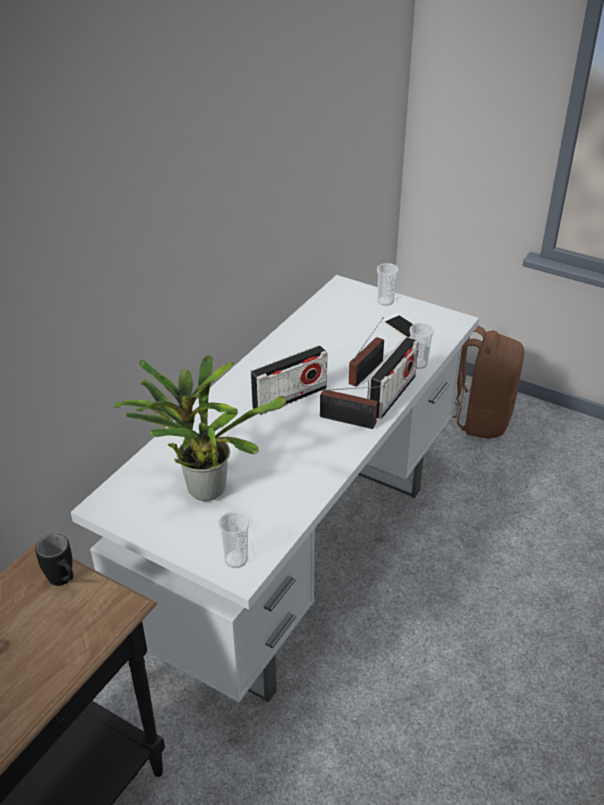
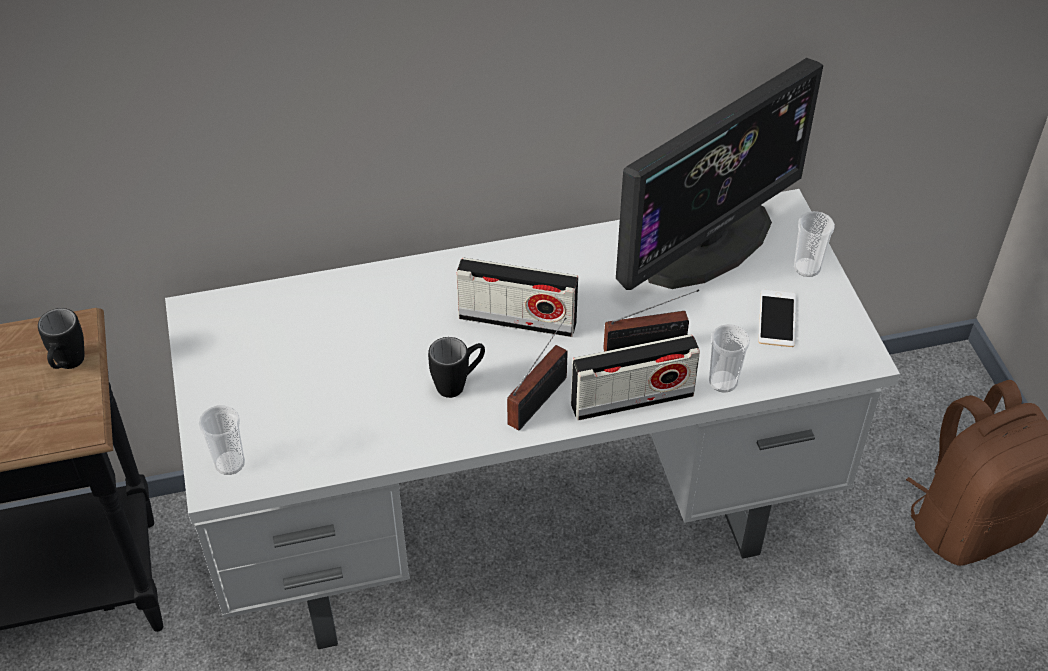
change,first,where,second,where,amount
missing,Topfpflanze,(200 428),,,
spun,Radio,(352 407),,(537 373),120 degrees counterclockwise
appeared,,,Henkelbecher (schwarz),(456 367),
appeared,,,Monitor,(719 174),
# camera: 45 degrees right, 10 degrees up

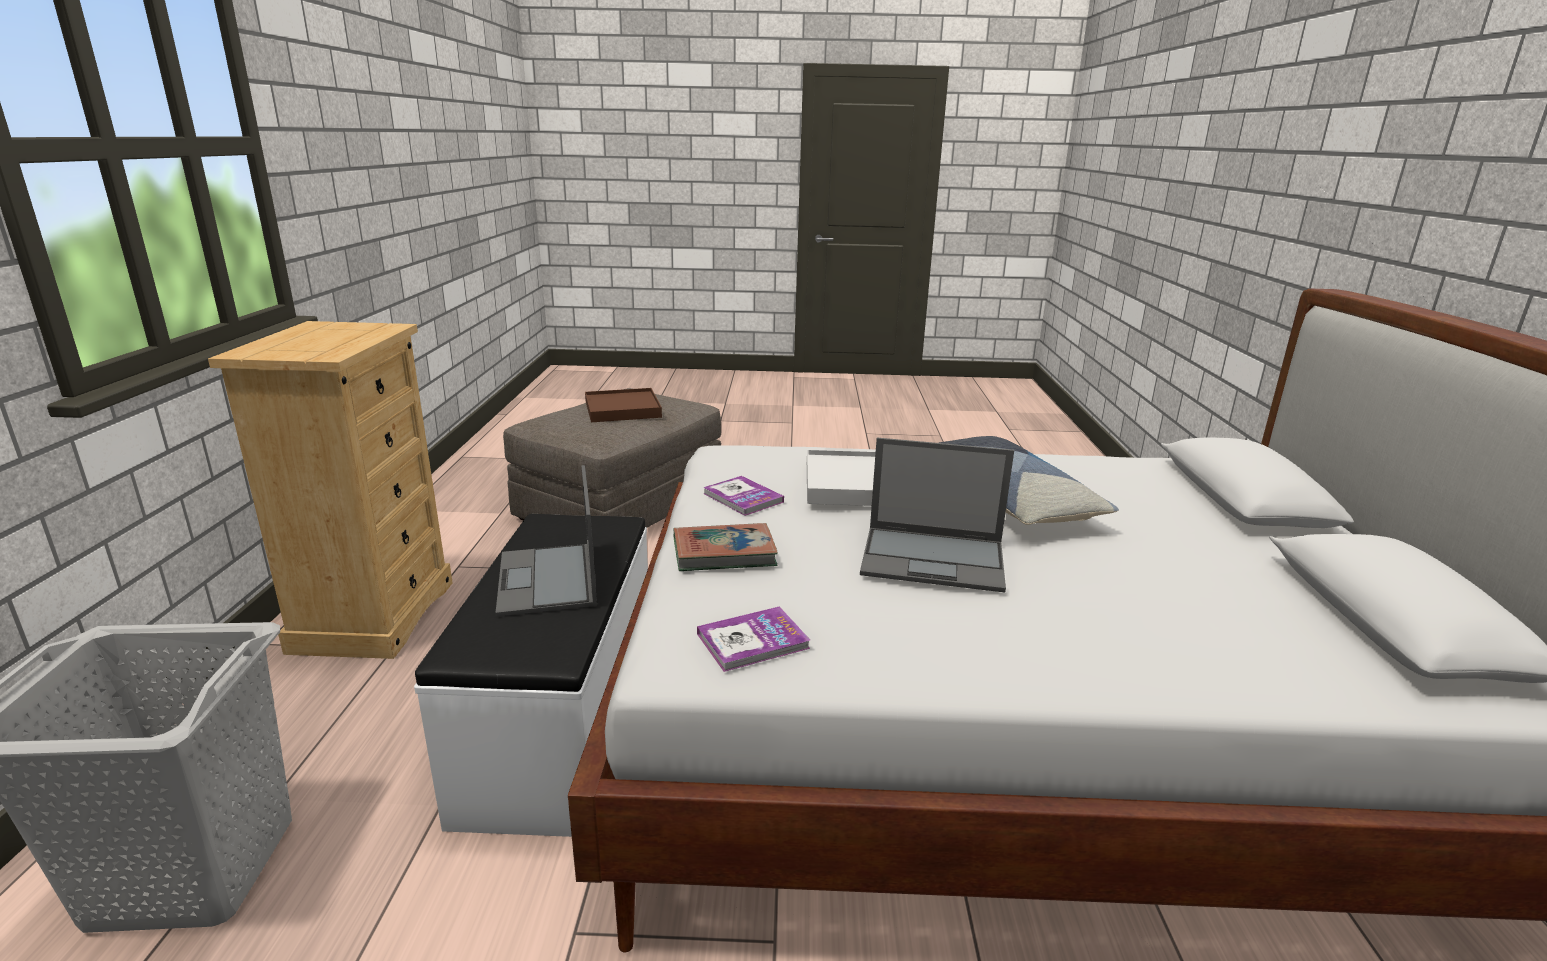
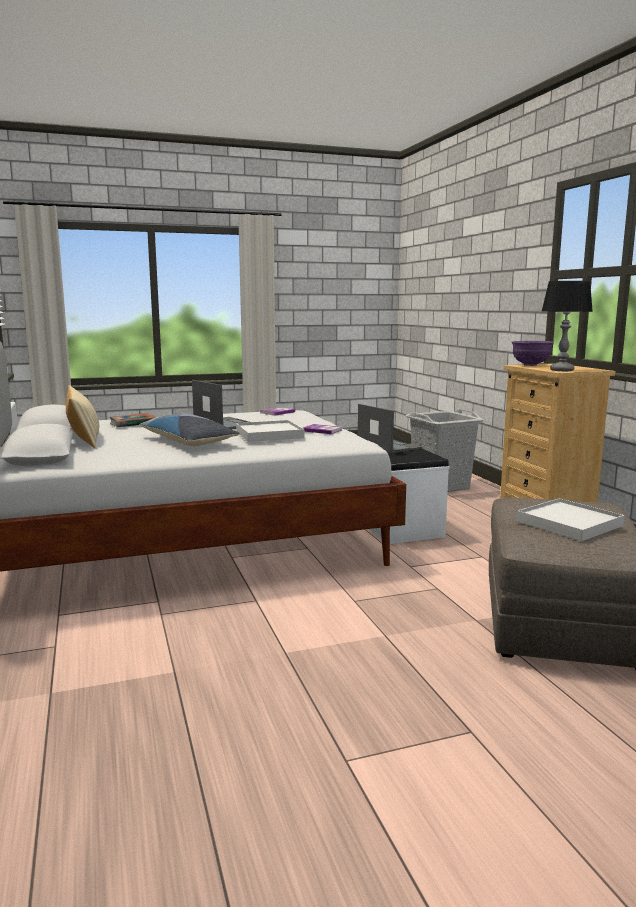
change,first,where,second,where,amount
colour,Tablett (braun),(623 405),Tablett (weiß),(570 519),
relocated,Buch,(725 547),,(133 420),
spun,Laptop,(937 515),,(220 405),60 degrees clockwise
appeared,,,Kissen (beige),(82 416),
appeared,,,Schüssel (lila),(533 353),
appeared,,,Tischlampe,(567 326),
# camera: 160 degrees right, 10 degrees down

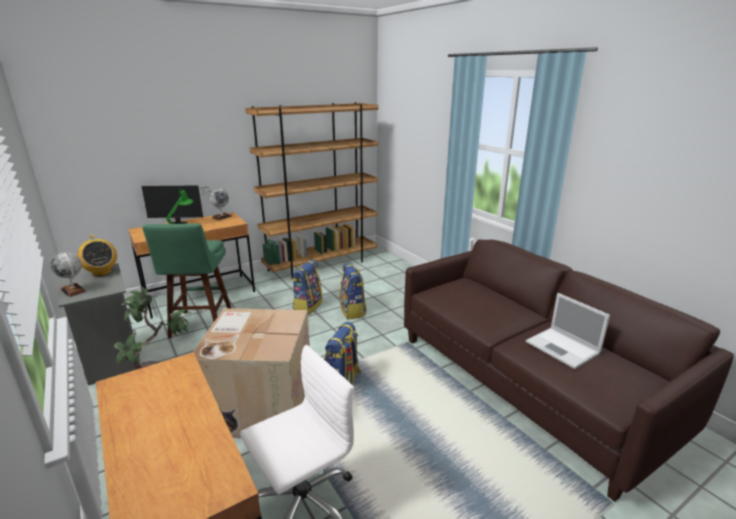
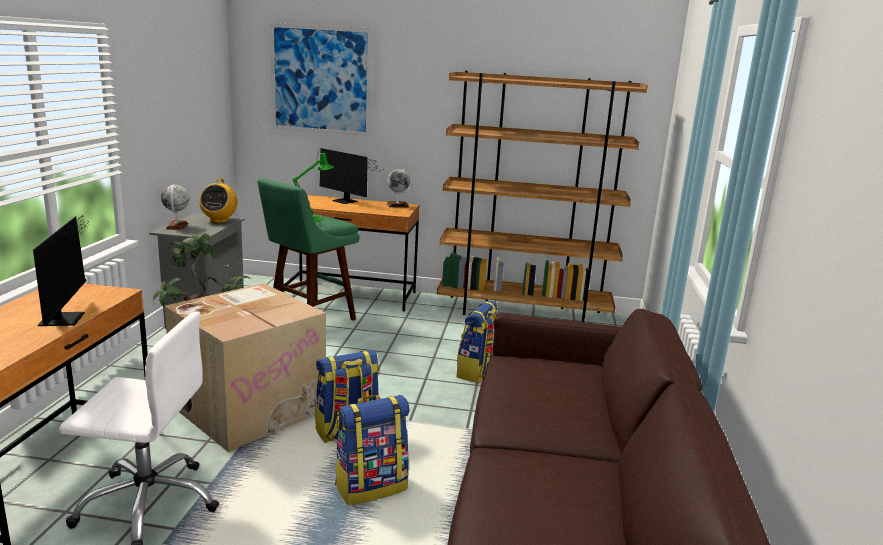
change,first,where,second,where,amount
relocated,Rucksack,(307 287),,(372 450),
missing,Laptop,(568 331),,,
appeared,,,Monitor,(61 270),
appeared,,,Bild,(321 79),
# camera: 40 degrees right, 5 degrees down

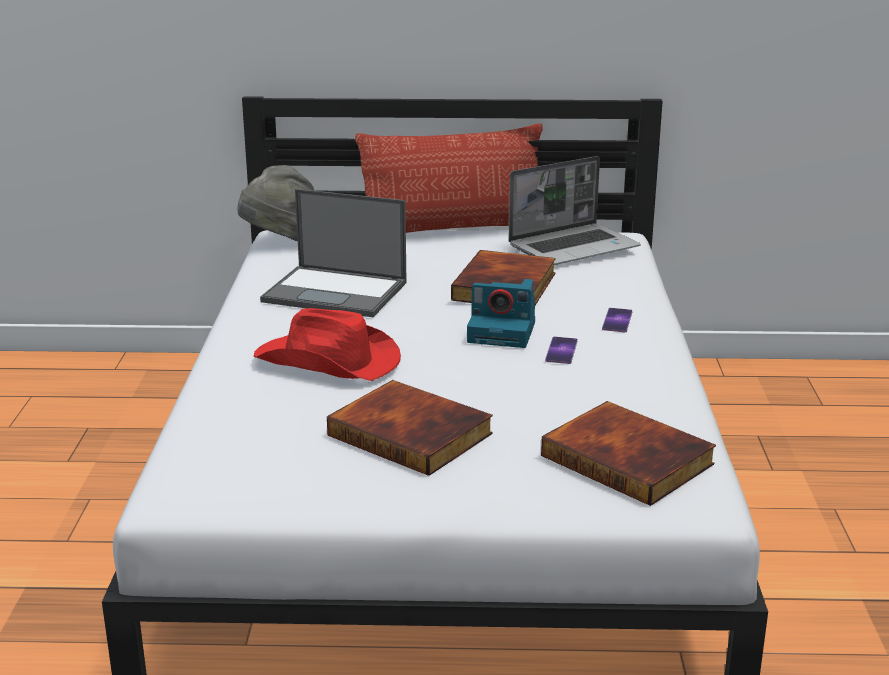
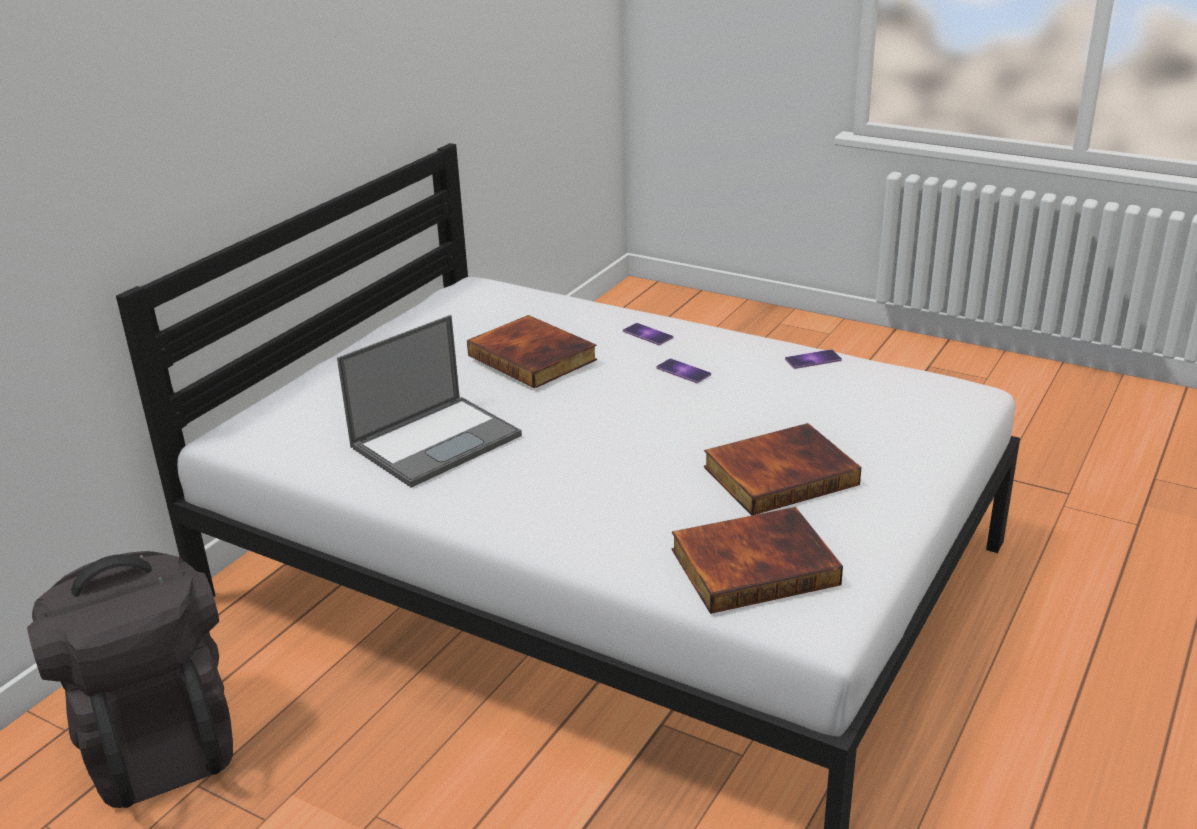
change,first,where,second,where,amount
missing,Hut (grau),(275 203),,,
missing,Hut (rot),(327 344),,,
missing,Kissen,(449 178),,,
missing,Kamera,(501 313),,,
missing,Laptop,(574 210),,,
relocated,Buch,(628 453),,(757 560),
appeared,,,Rucksack (schwarz),(130 679),
appeared,,,Handy,(813 359),
# camera: 60 degrees left, 5 degrees up

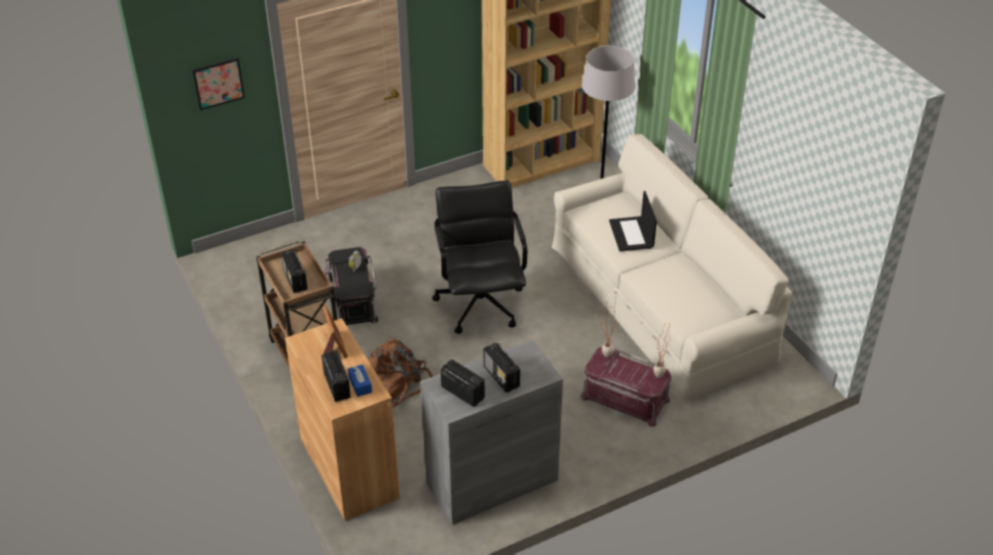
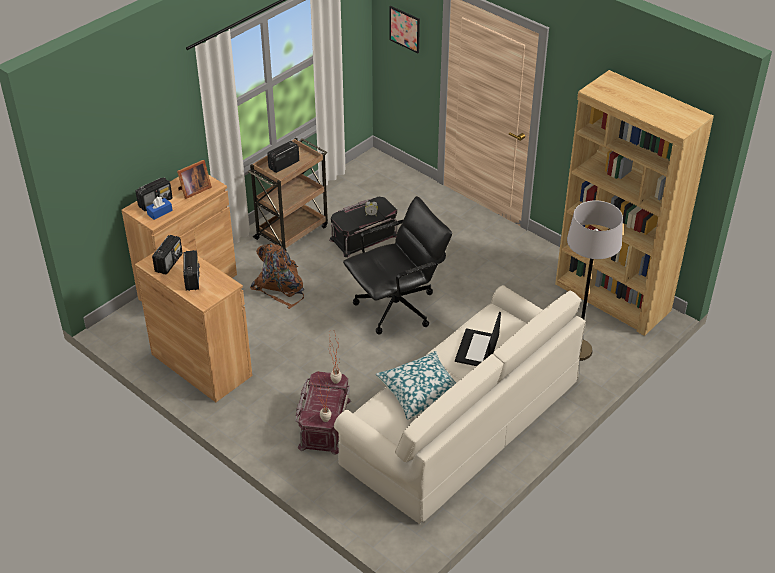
change,first,where,second,where,amount
colour,Schrank (grau),(492 432),Schrank (braun),(193 323),
spun,Radio,(502 368),,(191 270),135 degrees clockwise
spun,Laptop,(633 221),,(478 339),45 degrees counterclockwise
appeared,,,Kissen,(416 385),
# camera: 70 degrees right, 0 degrees up

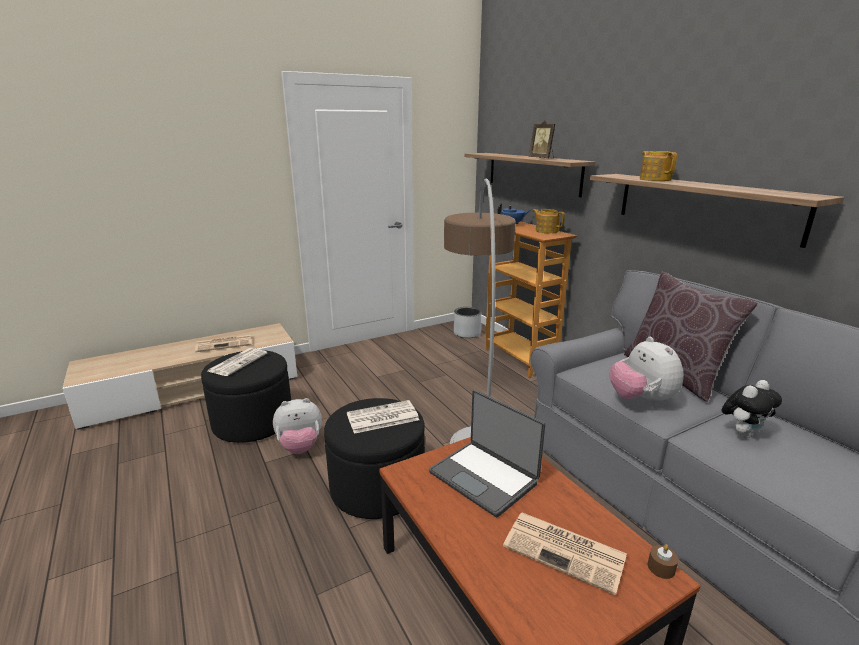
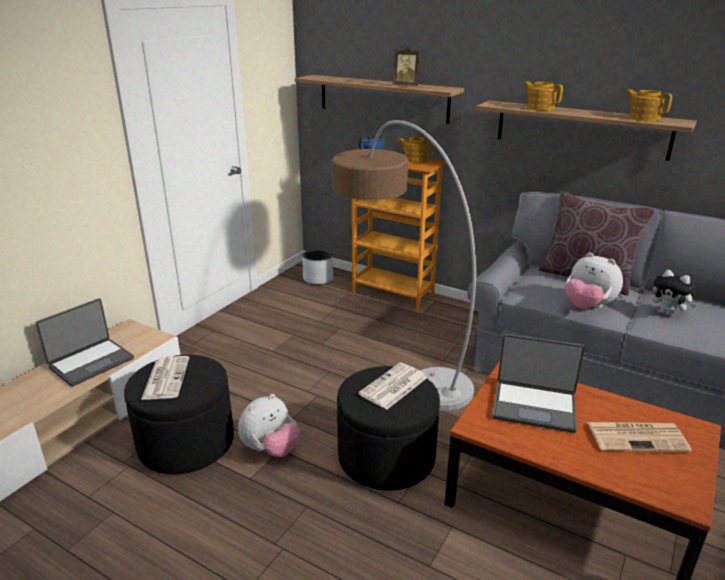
change,first,where,second,where,amount
exchanged,Zeitung,(223 343),Laptop,(85 342),
missing,Kerze (braun),(663 561),,,
spun,Plüschtier,(752 409),,(674 293),105 degrees clockwise
appeared,,,Teekanne,(649 105),
# camera: 30 degrees left, 5 degrees up

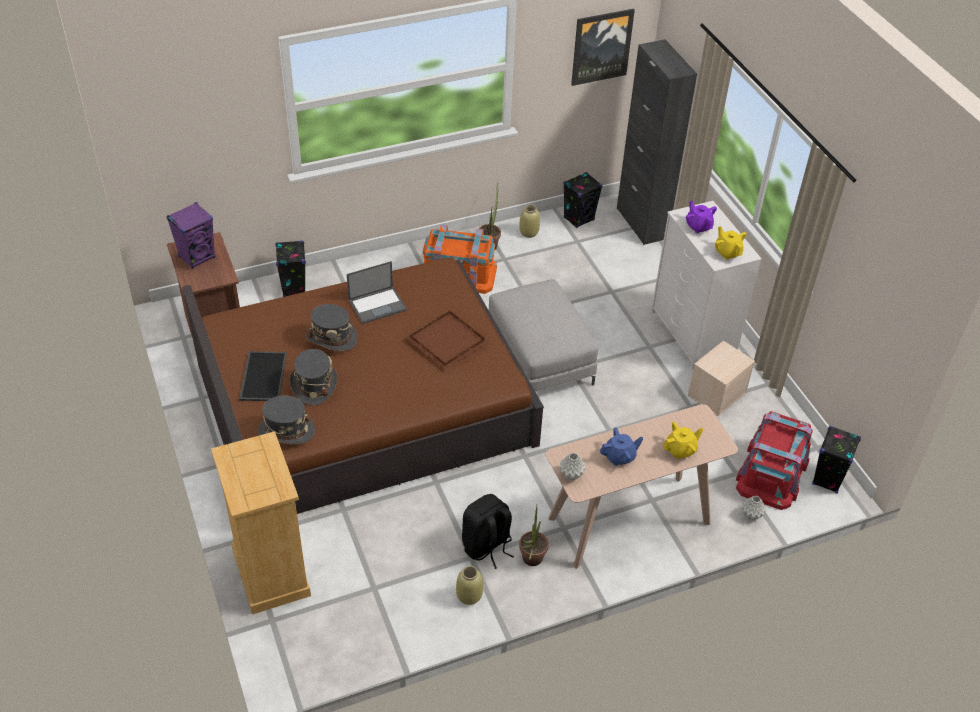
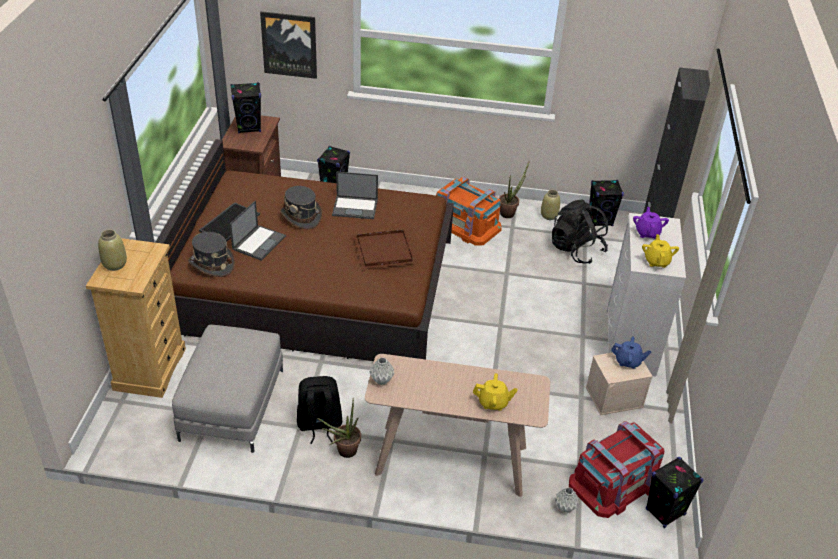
change,first,where,second,where,amount
colour,Lautsprecher (lila),(190 235),Lautsprecher (schwarz),(246 107),
exchanged,Hut (grau),(313 377),Laptop,(258 231),
relocated,Vase (beige),(469 585),,(112 250),
relocated,Polsterhocker (grau),(543 335),,(227 389),
relocated,Bild,(603 47),,(288 45),
relocated,Teekanne (blau),(621 446),,(631 352),
appeared,,,Rucksack (schwarz),(580 231),
# camera: 30 degrees right, 5 degrees down

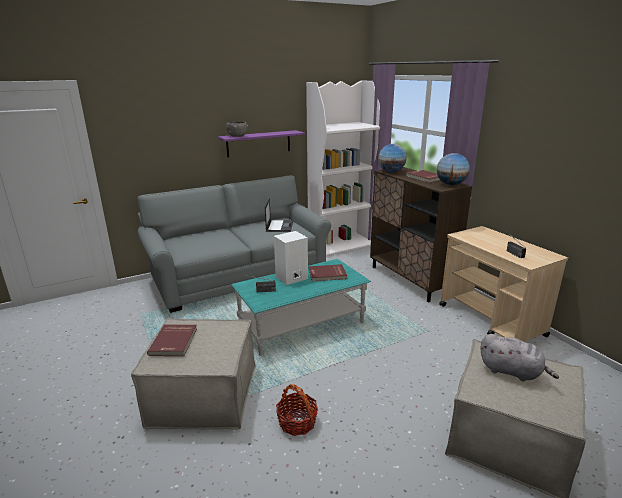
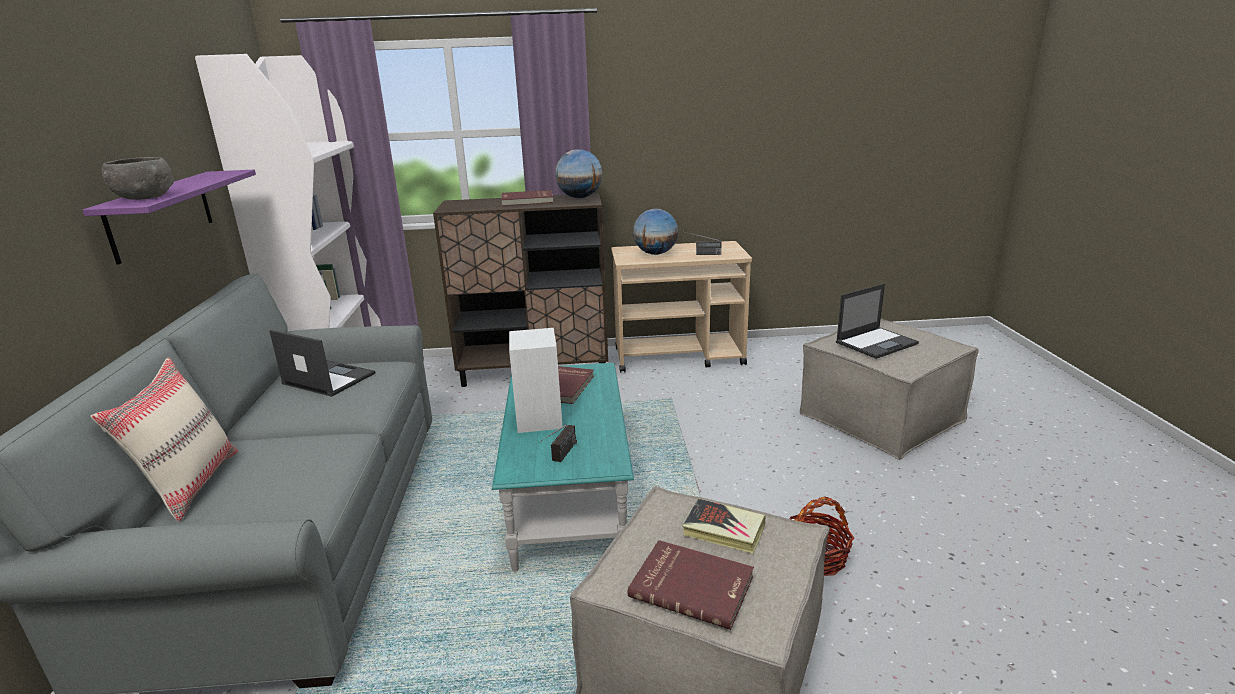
change,first,where,second,where,amount
relocated,Globus,(392 158),,(655 232),
exchanged,Plüschtier (grau),(519 357),Laptop,(877 321),
appeared,,,Kissen (beige),(164 439),
appeared,,,Buch,(724 526),
# camera: 65 degrees left, 0 degrees up

